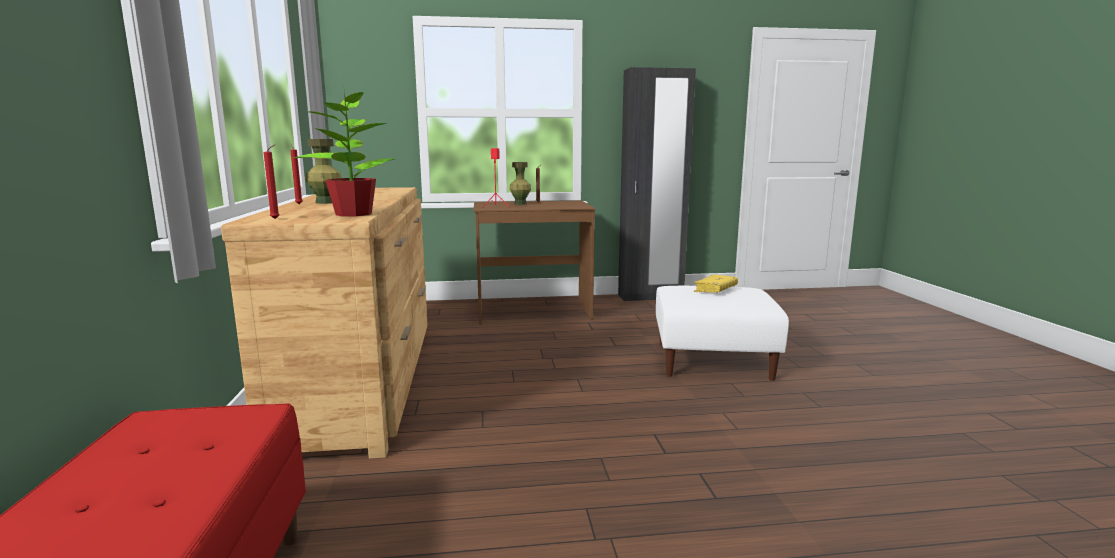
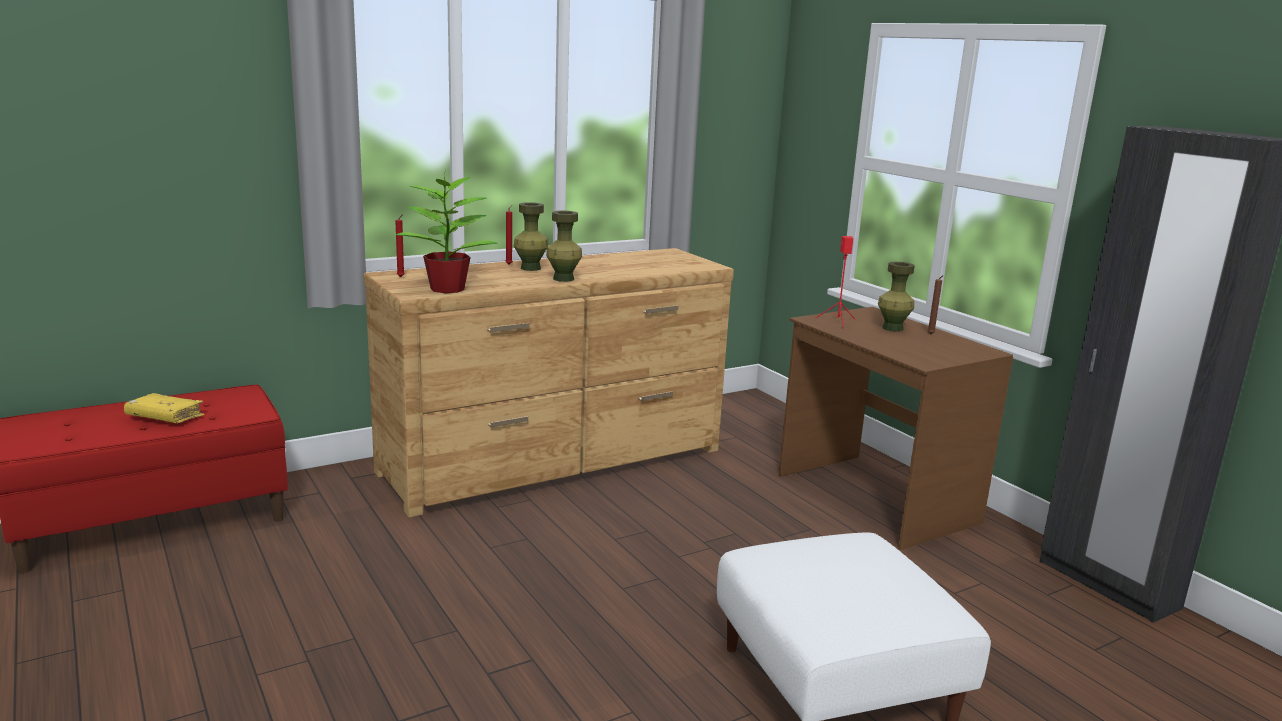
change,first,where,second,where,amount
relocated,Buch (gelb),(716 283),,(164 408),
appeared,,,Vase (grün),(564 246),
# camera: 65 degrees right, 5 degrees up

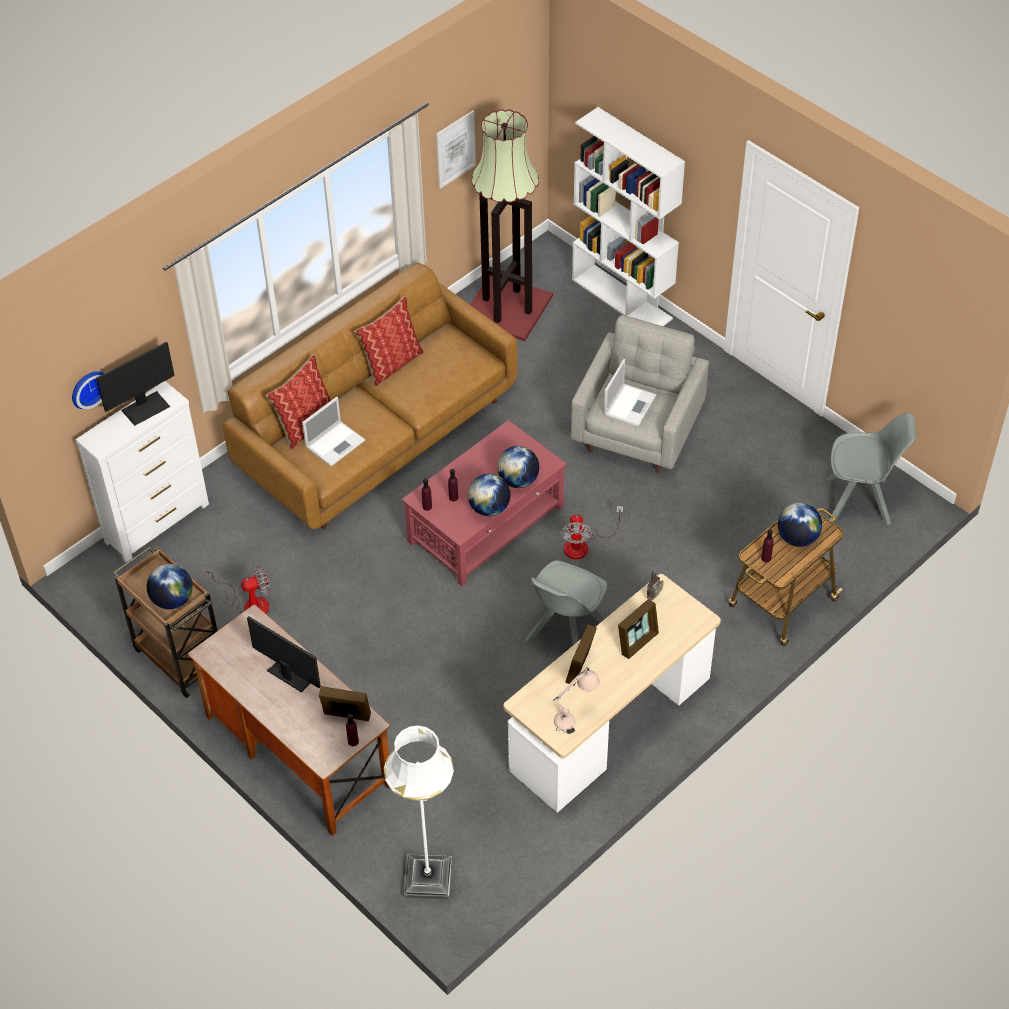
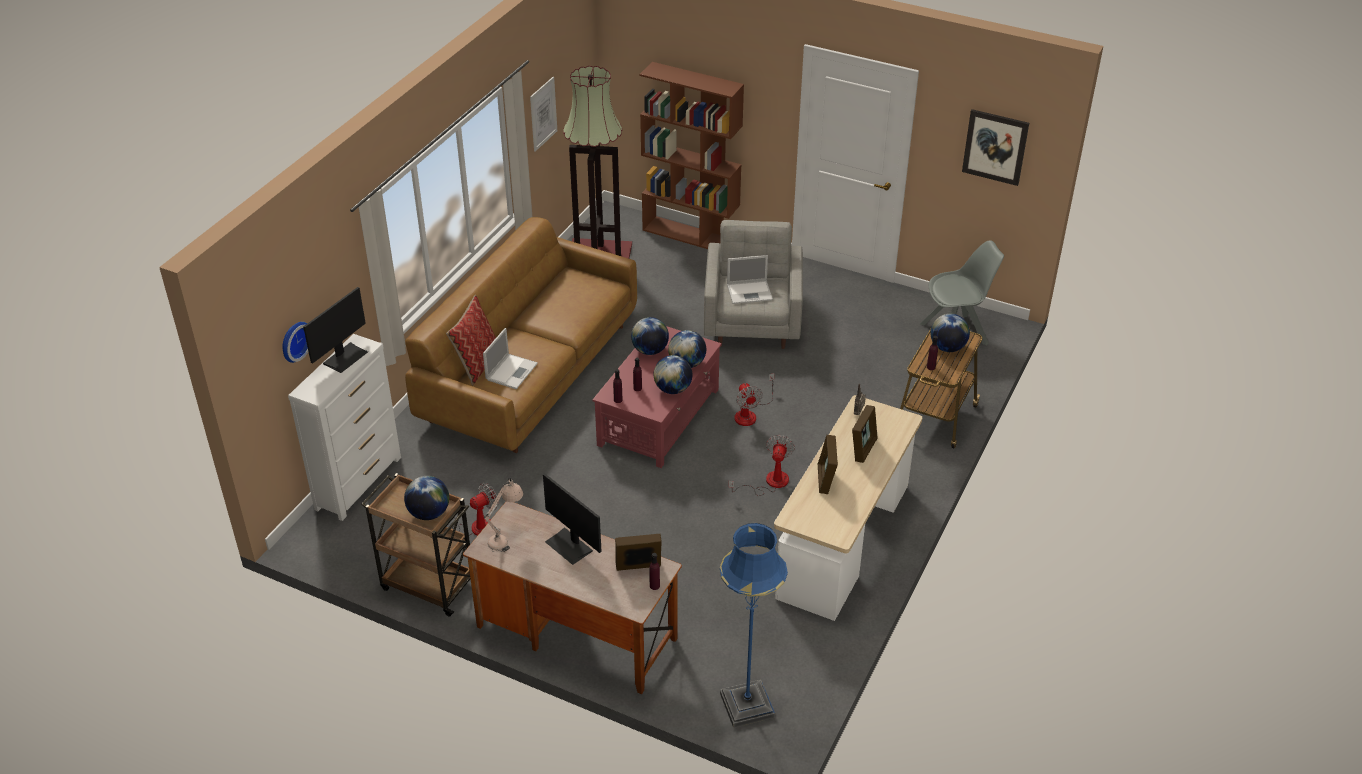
change,first,where,second,where,amount
spun,Monitor,(284 654),,(572 519),150 degrees counterclockwise
missing,Kissen,(389 341),,,
colour,Stehlampe (weiß),(419 812),Stehlampe (blau),(754 625),
exchanged,Stuhl (grau),(566 602),Ventilator,(761 465),
relocated,Tischlampe (beige),(576 700),,(503 515),
colour,Bücherregal (weiß),(628 216),Bücherregal (braun),(691 155),
spun,Laptop,(630 393),,(750 279),75 degrees clockwise
appeared,,,Globus,(650 336),
appeared,,,Bild,(995 147),
# camera: 20 degrees left, 10 degrees down

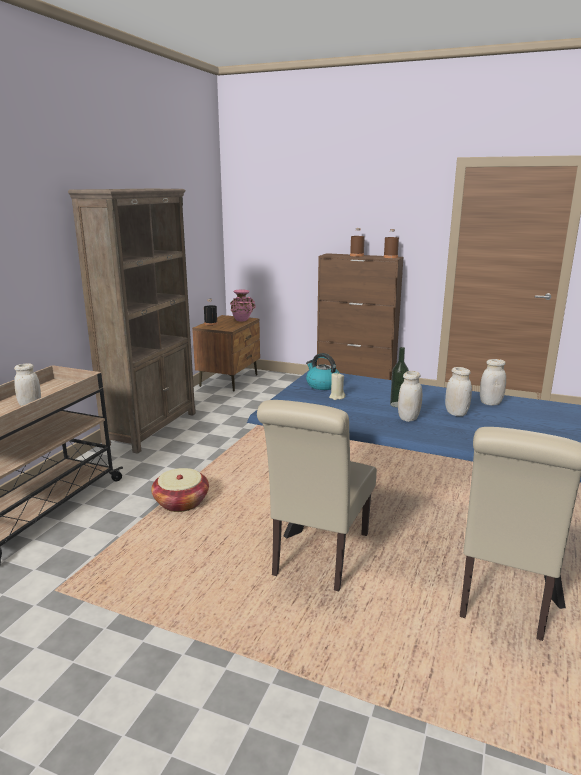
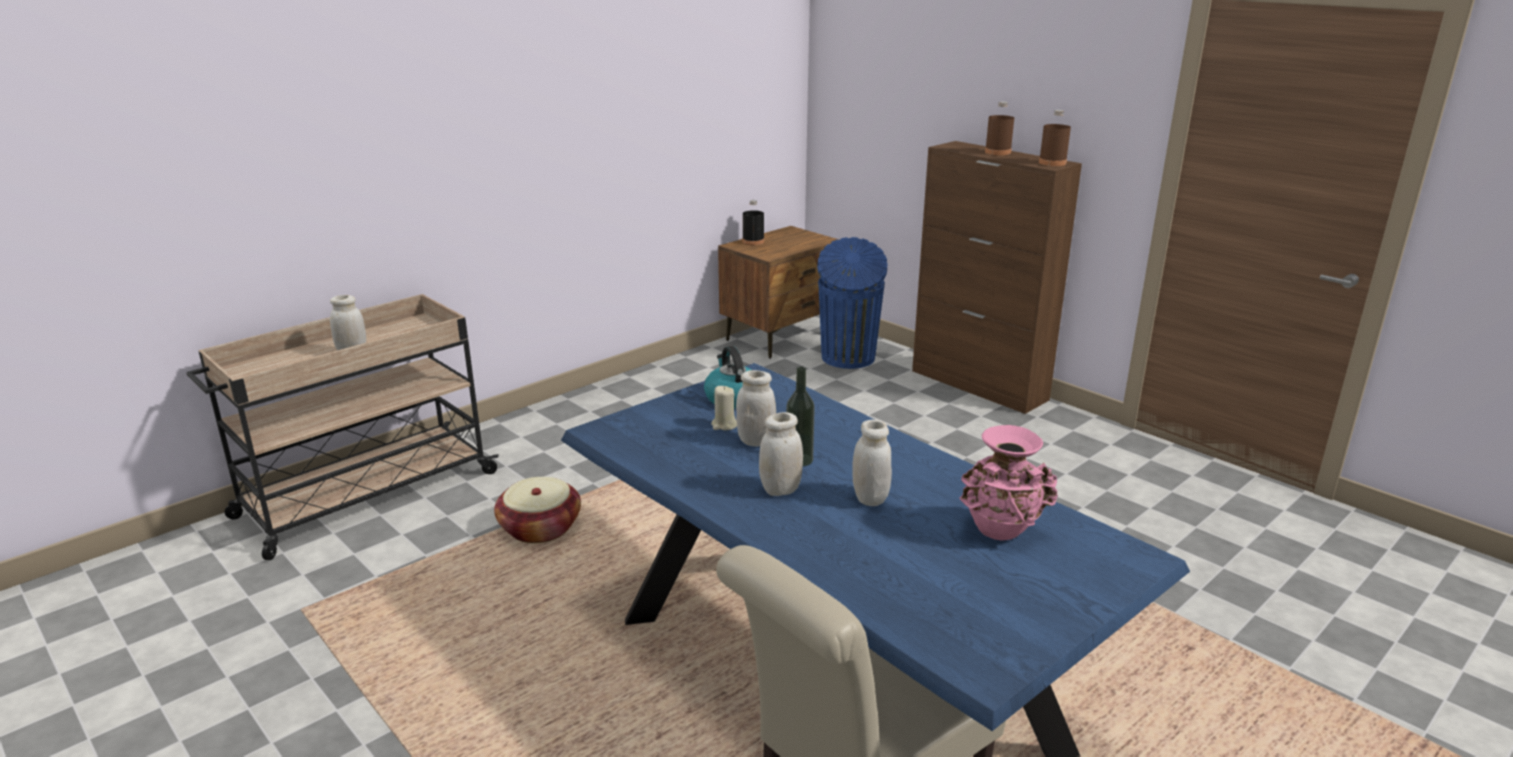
change,first,where,second,where,amount
missing,Bücherregal (braun),(132 321),,,
relocated,Vase (rosa),(243 305),,(1008 483),
missing,Stuhl (beige),(317 495),,,
relocated,Vorratsglas (weiß),(493 382),,(756 408),
appeared,,,Mülleimer (blau),(852 303),
# camera: 25 degrees right, 5 degrees up

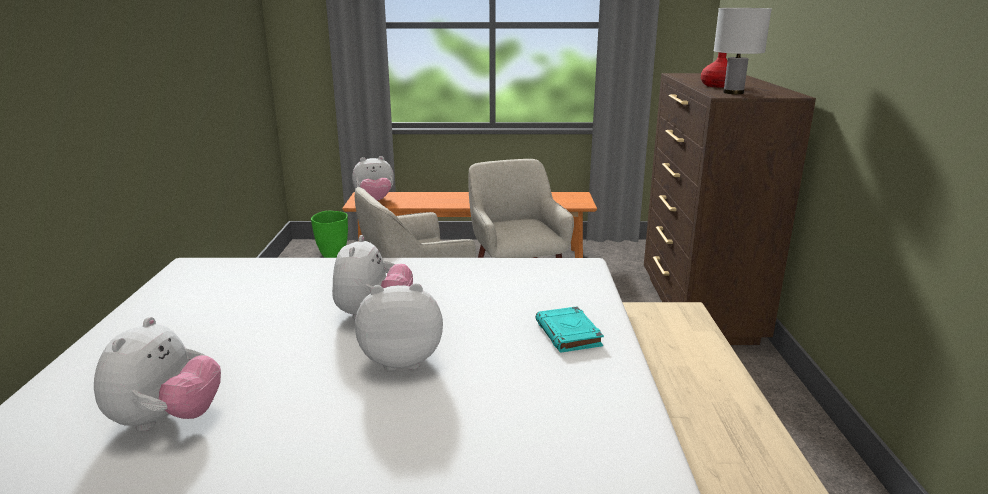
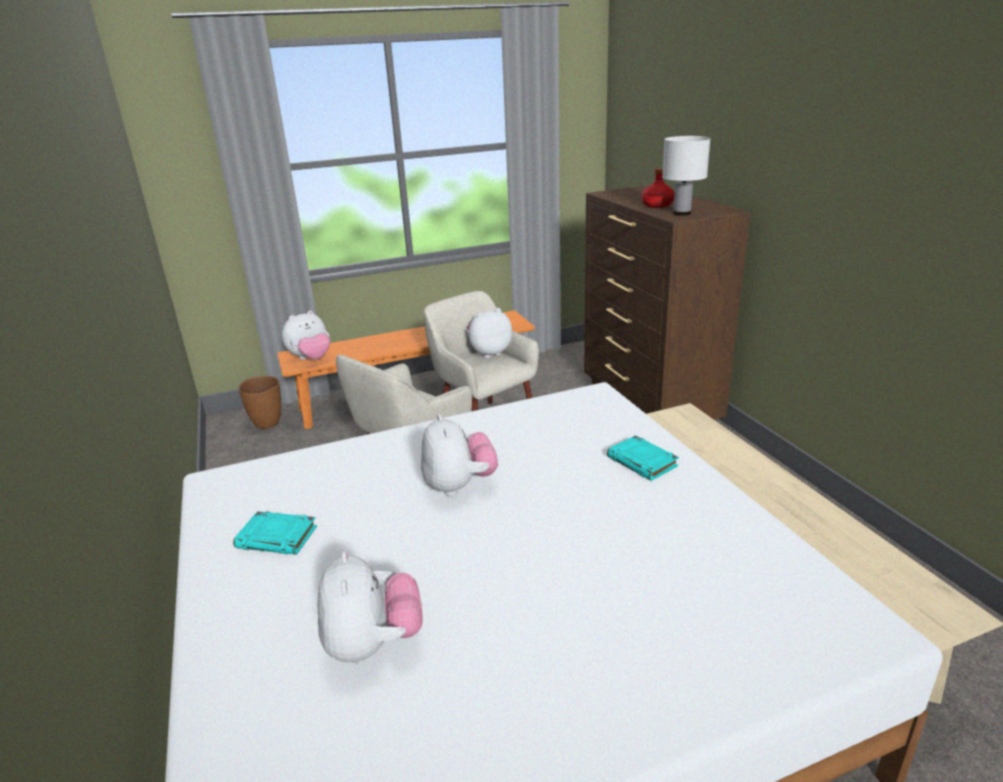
change,first,where,second,where,amount
colour,Vase (grün),(329 234),Vase (braun),(260 402),
relocated,Plüschtier,(399 327),,(488 333),
appeared,,,Buch (türkis),(275 533),
# camera: 20 degrees left, 5 degrees up

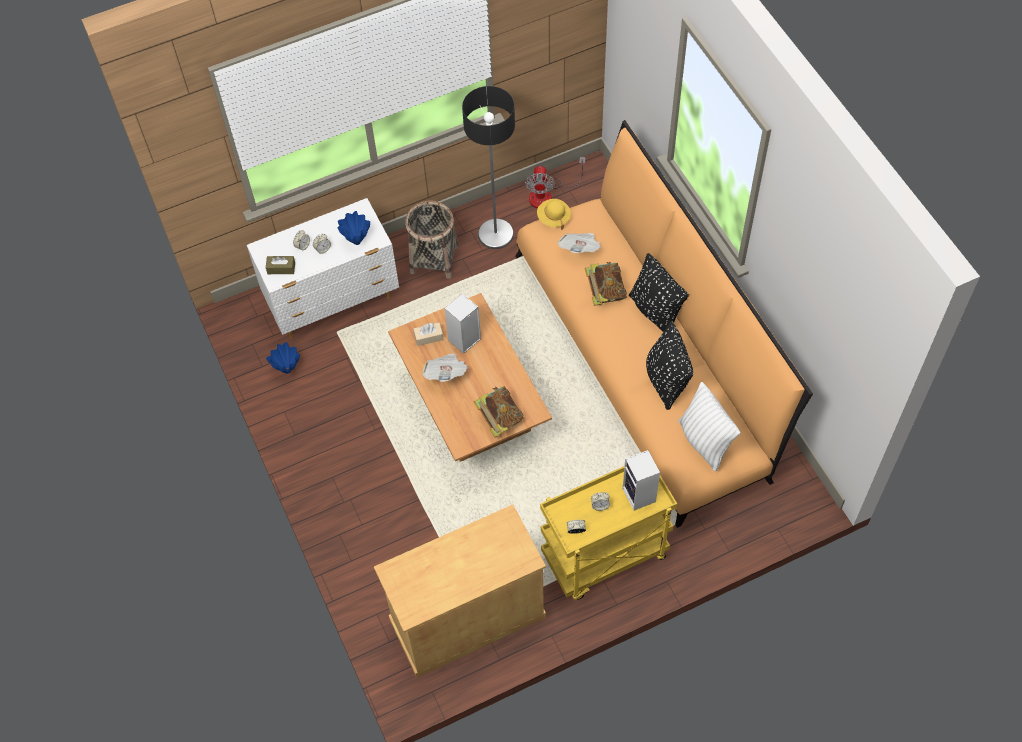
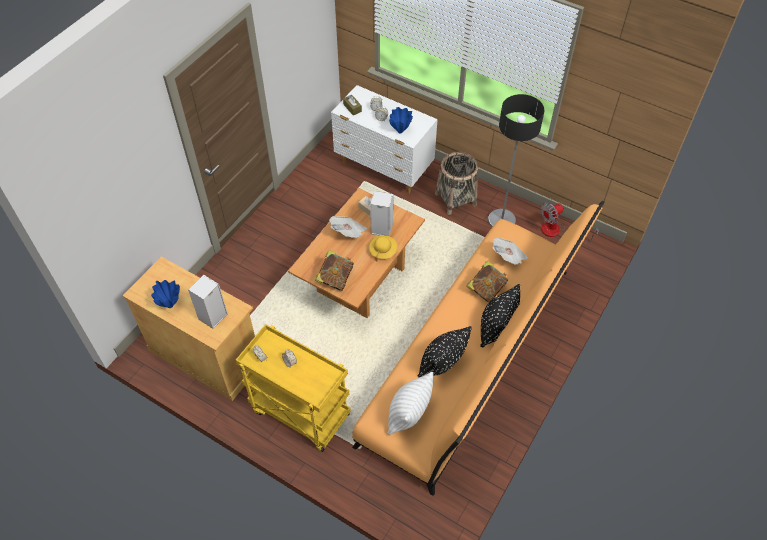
change,first,where,second,where,amount
relocated,Vase (blau),(283 358),,(165 294),
relocated,Hut (gelb),(554 214),,(383 248),
relocated,Lautsprecher,(641 480),,(208 301),
# camera: 55 degrees right, 5 degrees down

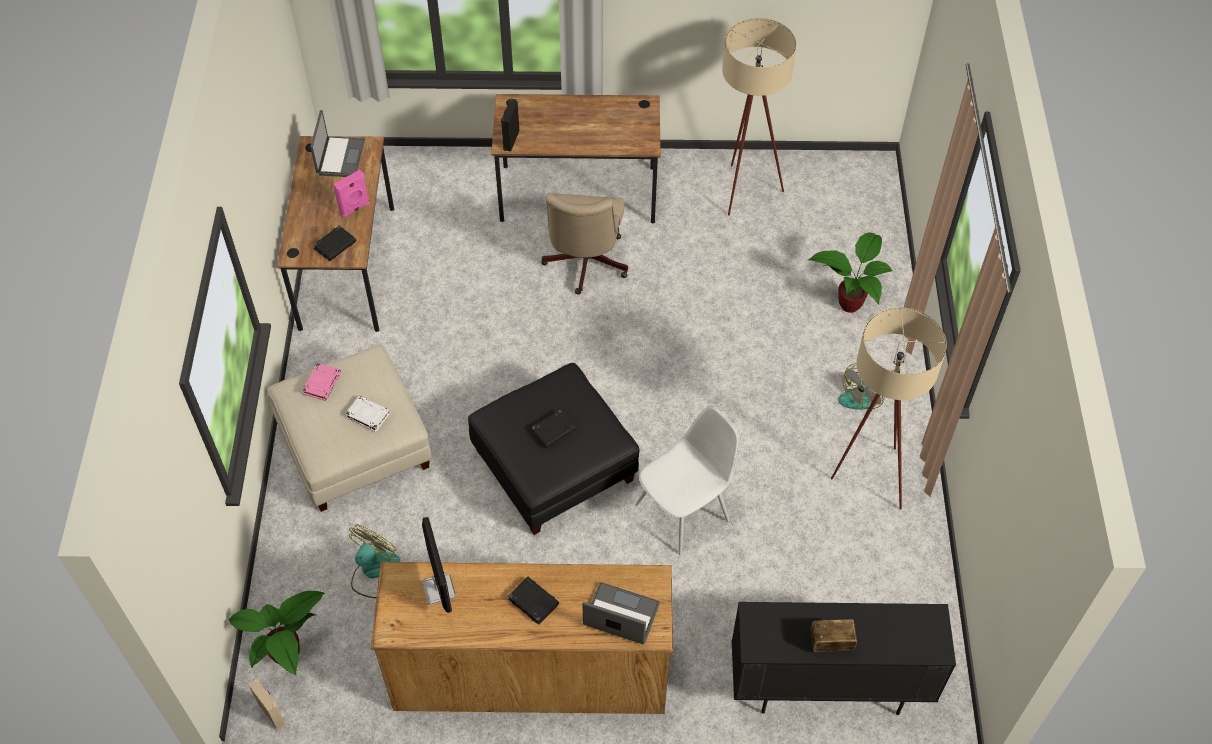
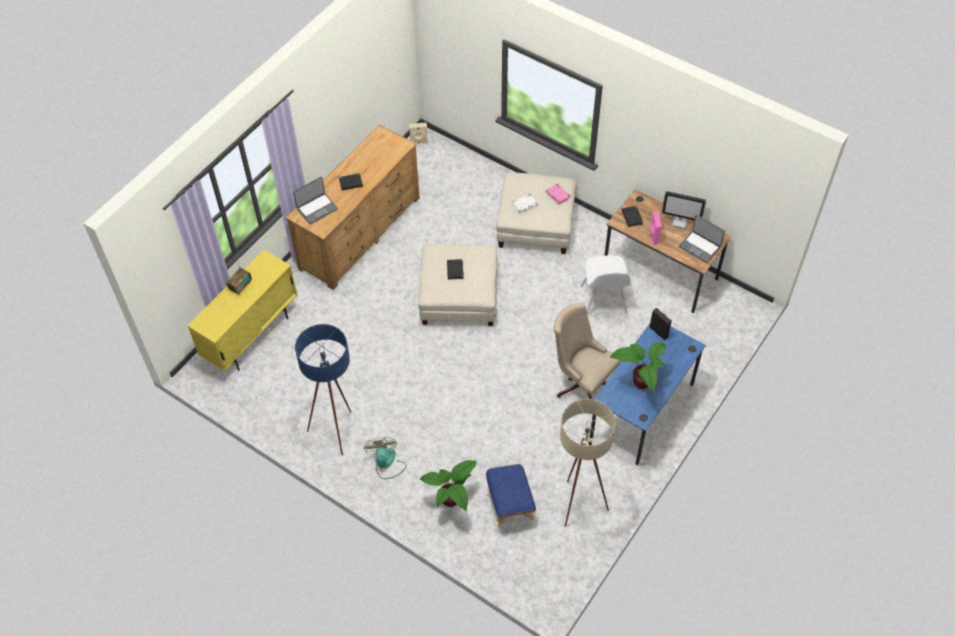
change,first,where,second,where,amount
relocated,Topfpflanze,(276 633),,(637 368),
missing,Ventilator,(374 561),,,
relocated,Monitor,(439 565),,(684 209),
colour,Polsterhocker (schwarz),(554 449),Polsterhocker (beige),(458 285),
colour,Schreibtisch (braun),(576 159),Schreibtisch (blau),(648 394),
relocated,Stuhl (weiß),(687 480),,(606 285),
colour,Schrank (schwarz),(844 658),Schrank (gelb),(242 310),
colour,Stehlampe (beige),(889 408),Stehlampe (blau),(323 389),
appeared,,,Polsterhocker (blau),(511 495),
# camera: 125 degrees right, 0 degrees up

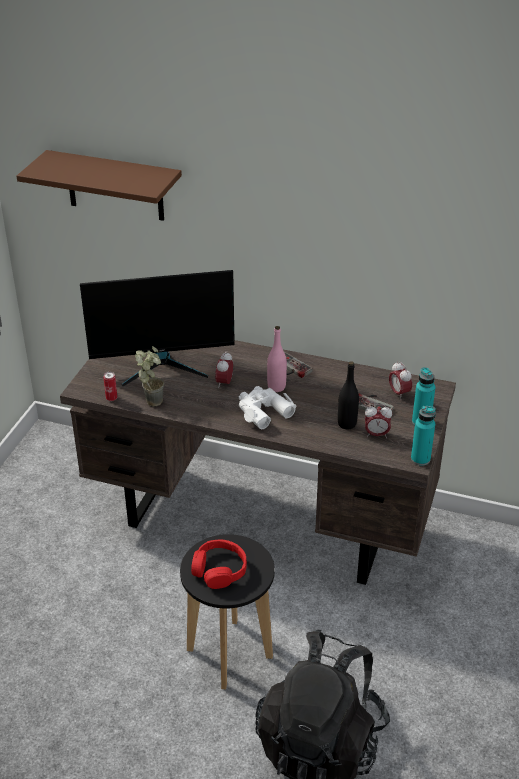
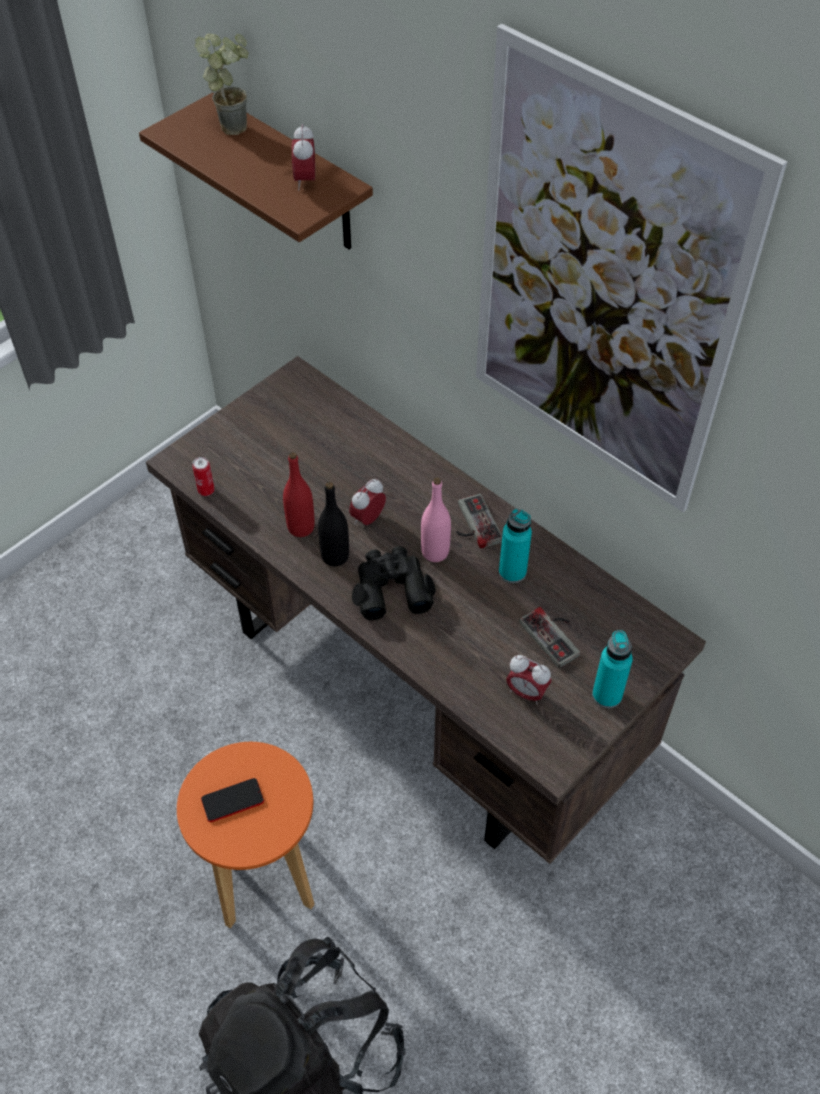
change,first,where,second,where,amount
missing,Monitor,(157 328),,,
relocated,Topfpflanze,(149 376),,(222 84),
colour,Hocker (schwarz),(227 611),Hocker (orange),(246 835),
exchanged,Kopfhörer (rot),(219 564),Handy,(232 800),
colour,Fernglas (weiß),(267 407),Fernglas (schwarz),(394 583),
relocated,Flasche (schwarz),(348 395),,(333 524),
relocated,Wecker,(400 381),,(303 157),
relocated,Flasche (türkis),(423 436),,(515 546),
appeared,,,Flasche (rot),(299 494),
appeared,,,Bild,(632 268),
# camera: 25 degrees right, 15 degrees up

